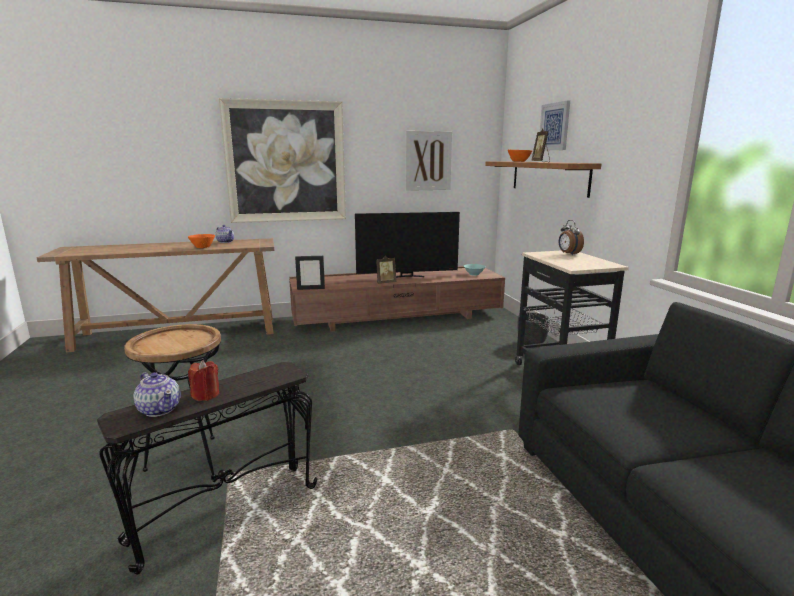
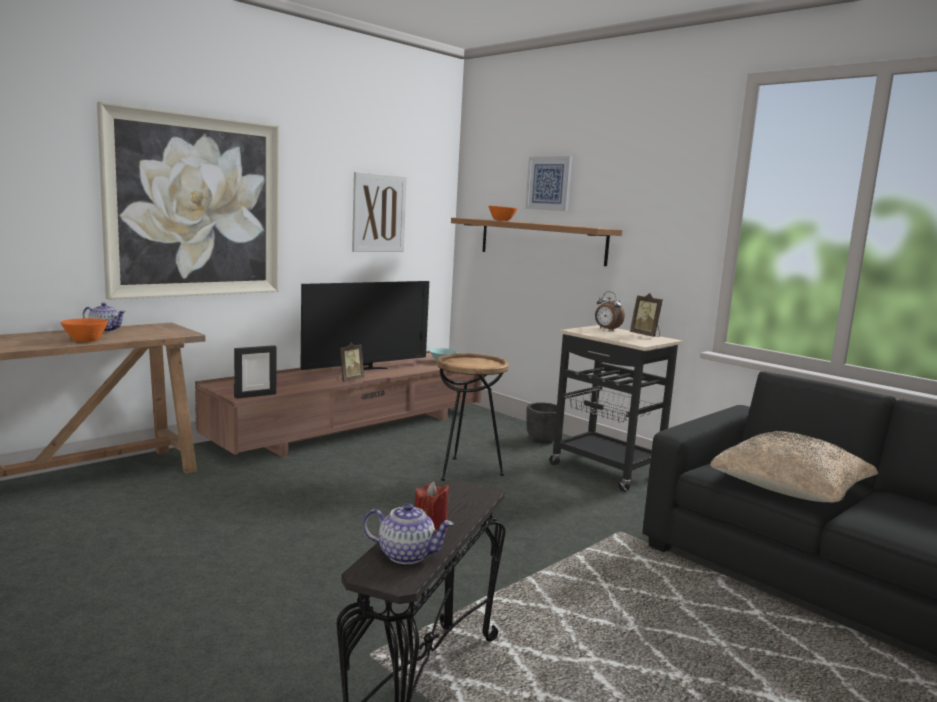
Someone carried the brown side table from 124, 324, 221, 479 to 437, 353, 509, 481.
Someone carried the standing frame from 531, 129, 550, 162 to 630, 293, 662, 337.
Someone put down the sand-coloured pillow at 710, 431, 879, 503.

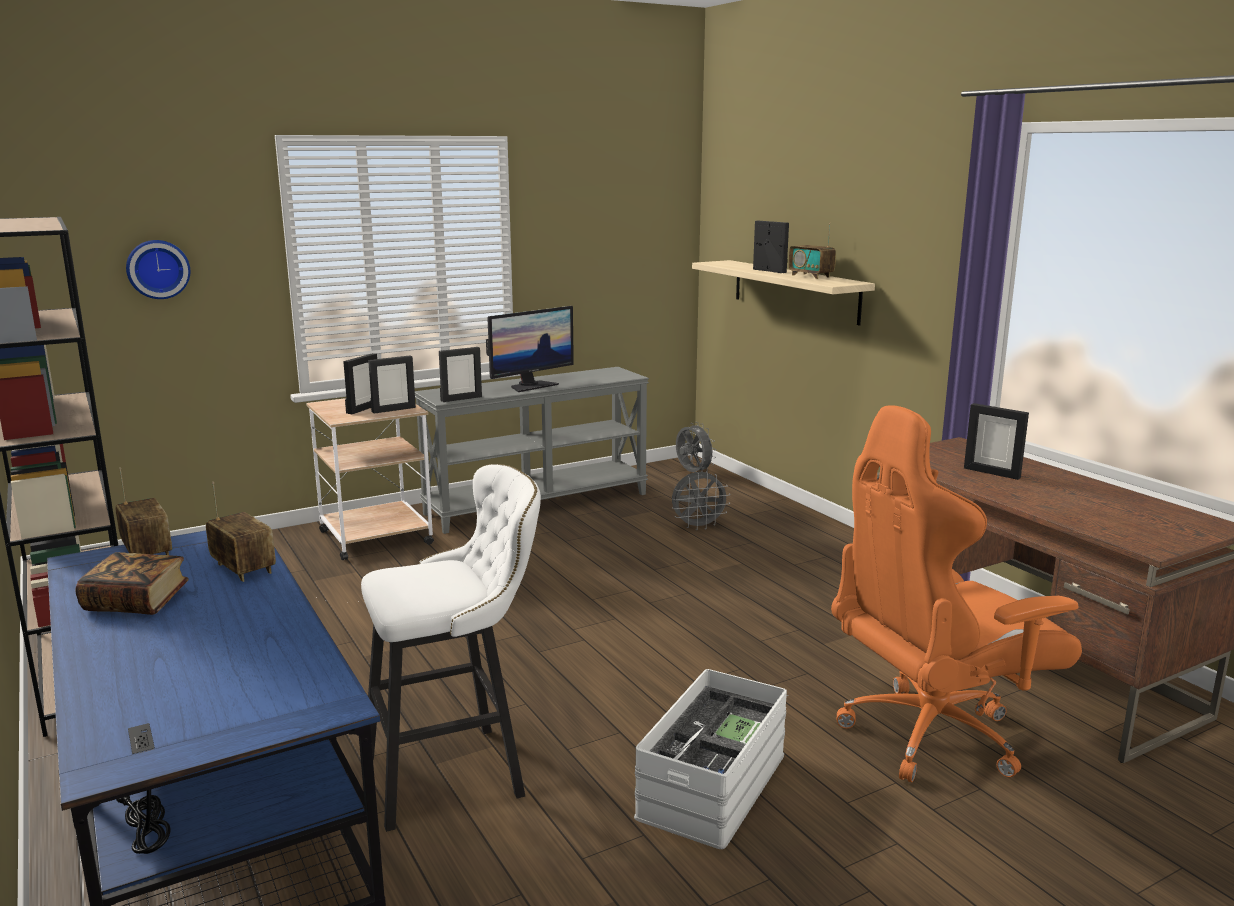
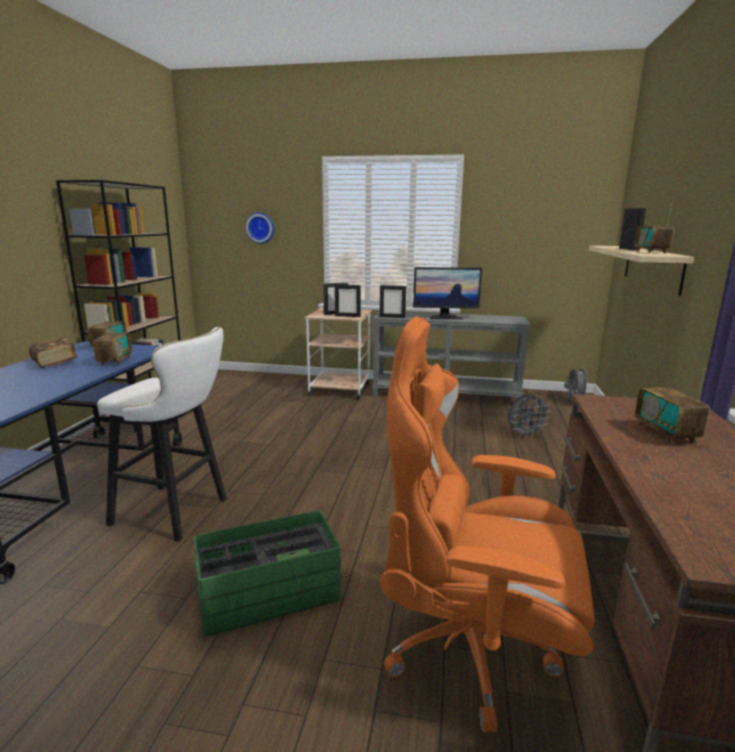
Someone repainted the white storage bin at 634, 669, 788, 849, which became the green-coloured storage bin at 194, 510, 342, 636.
Someone rotated the gray fan at 672, 471, 731, 530 by 45 degrees counterclockwise.
Someone swapped the standing frame at 964, 403, 1029, 480 for the radio receiver at 635, 368, 710, 445.

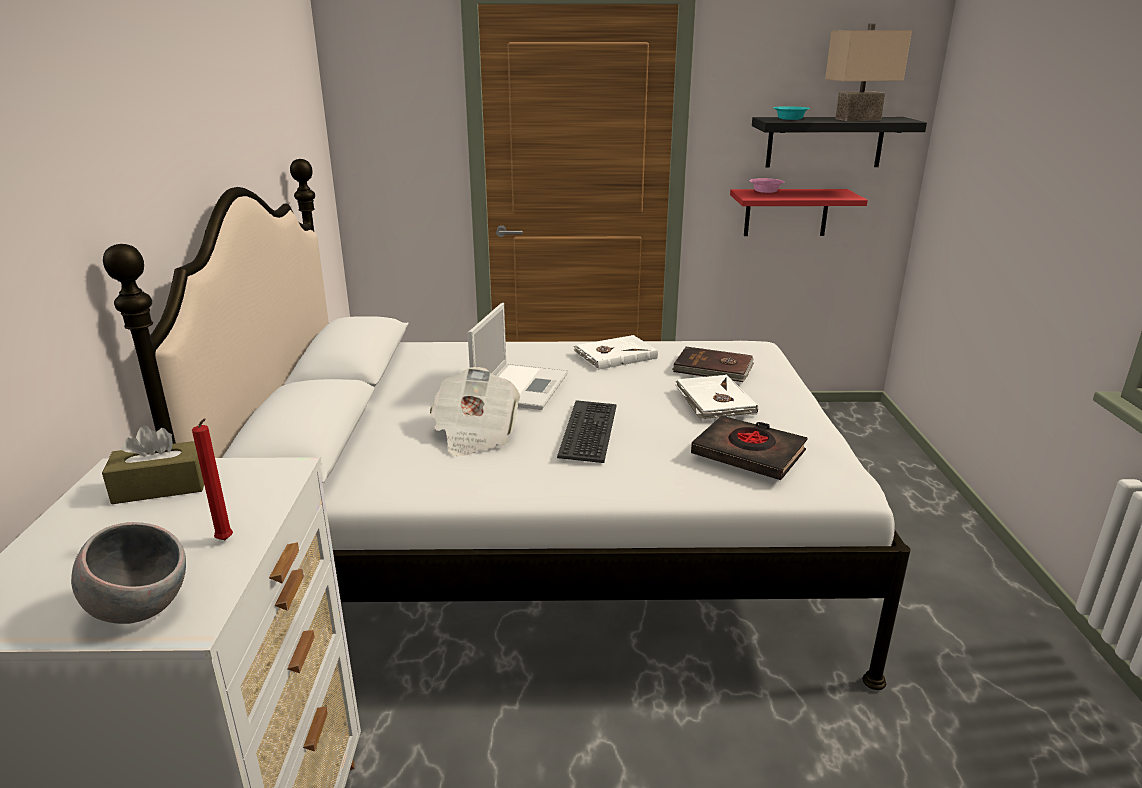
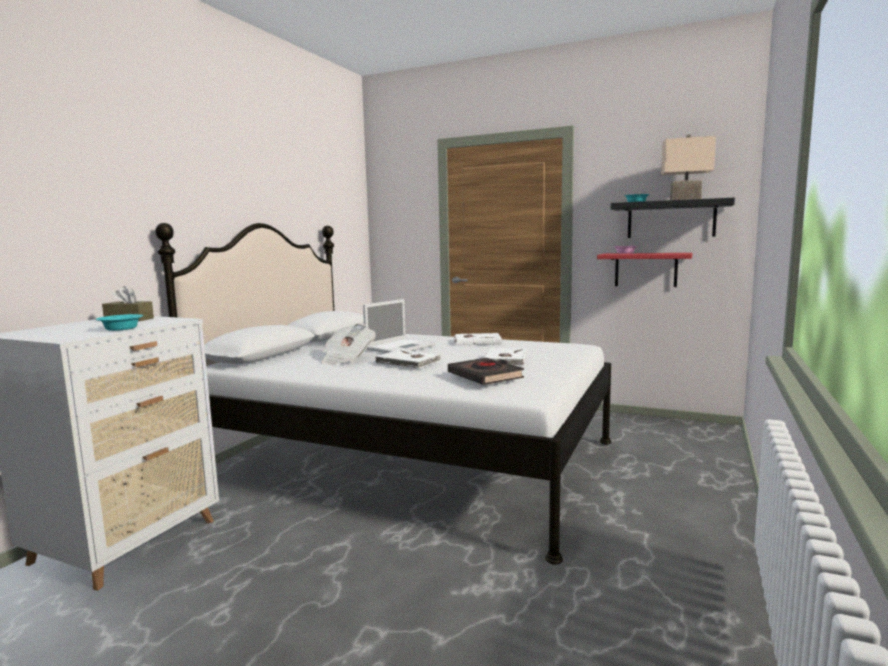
Someone took away the gray deep dish at 71, 522, 186, 624.
Someone swapped the reddish candle at 192, 418, 233, 540 for the turquoise deep dish at 96, 314, 143, 331.
Someone swapped the PC keyboard at 557, 400, 617, 463 for the white bound book at 376, 350, 440, 369.
Someone took away the brown bound book at 672, 347, 754, 382.

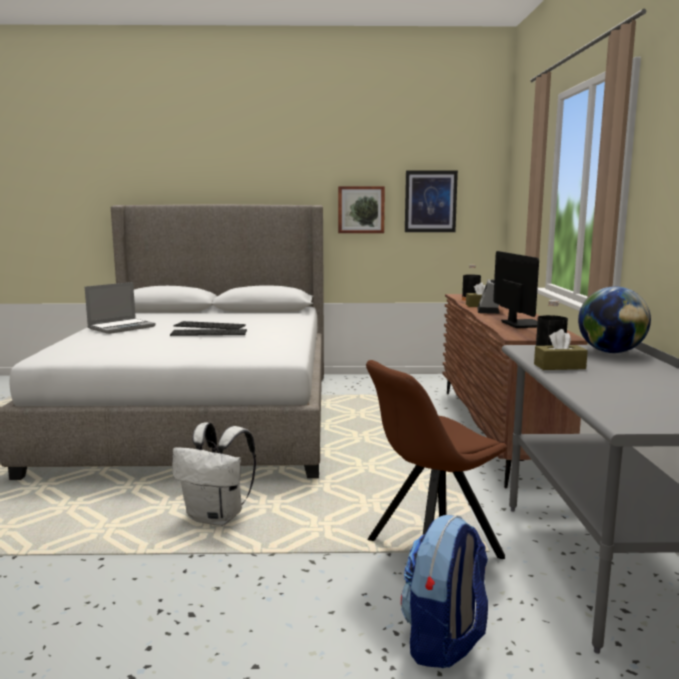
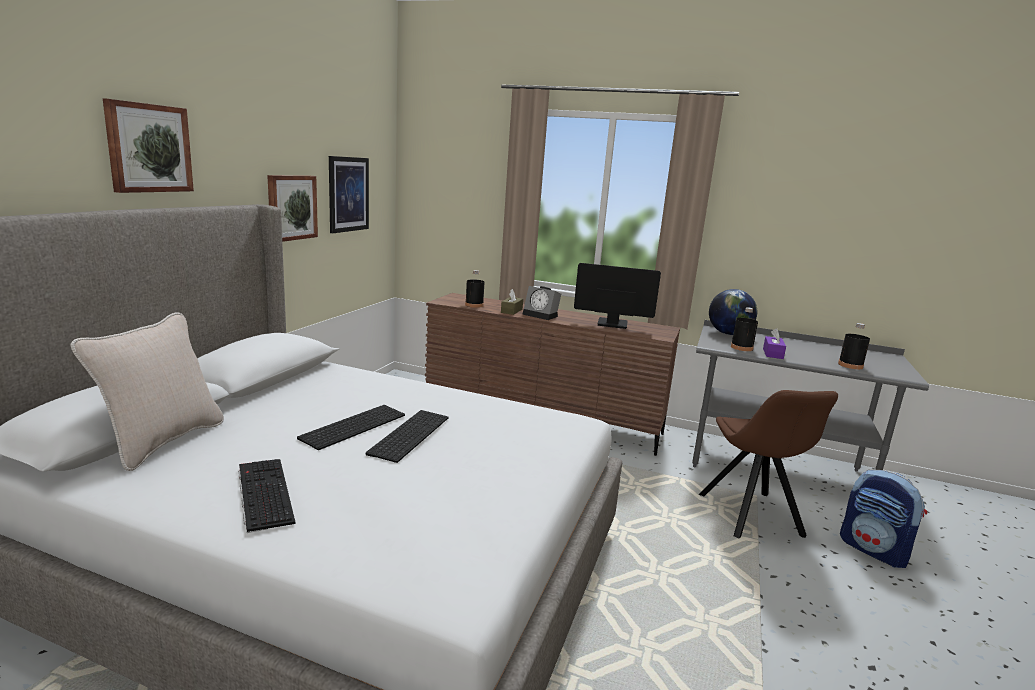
Someone swapped the notebook computer at 85, 282, 156, 334 for the PC keyboard at 238, 459, 295, 533.
Someone took away the white knapsack at 172, 422, 256, 526.
Someone repainted the brown tissue holder at 534, 329, 588, 370, which became the purple tissue holder at 763, 328, 786, 359.
Someone put down the sand-coloured pillow at 70, 312, 224, 471.
Someone put up the wall picture at 103, 98, 194, 193.
Someone put down the blackish bottle at 838, 323, 870, 369.

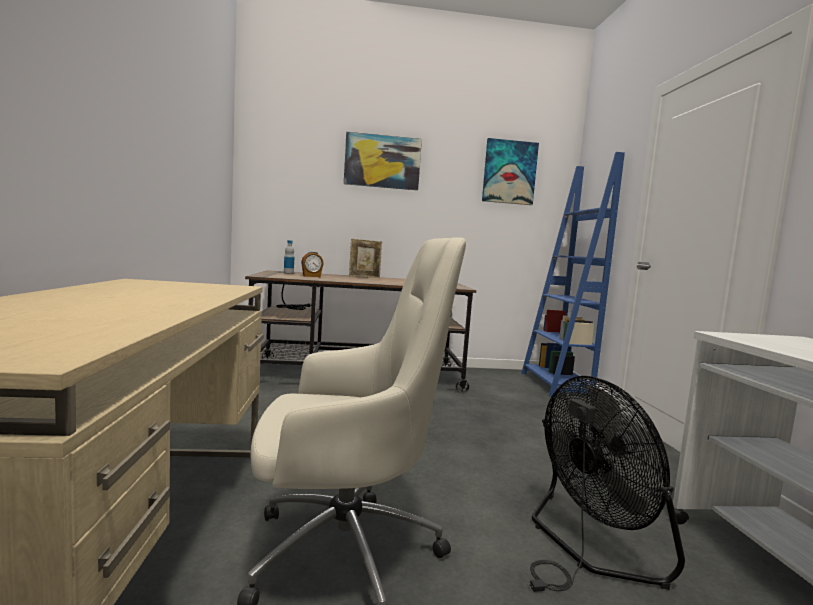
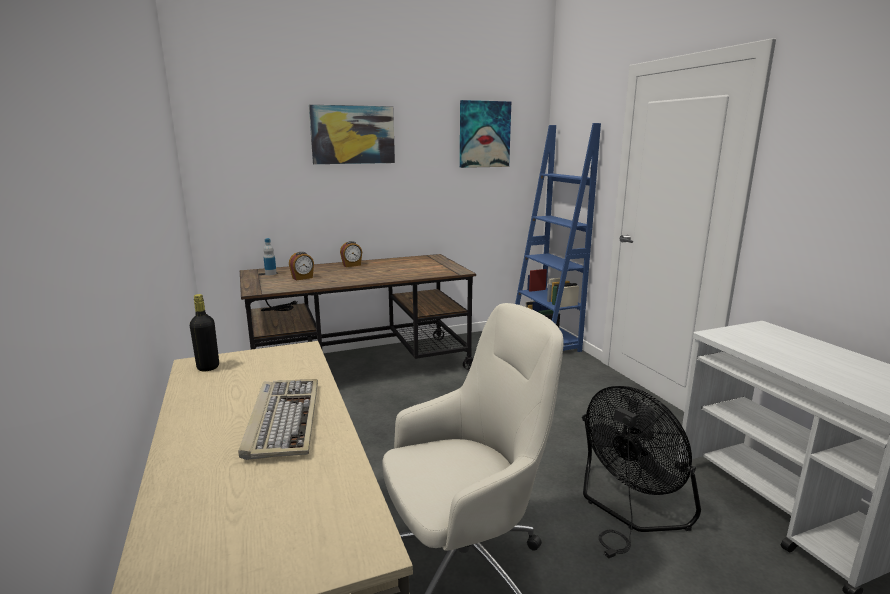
Someone swapped the standing frame at 349, 239, 382, 278 for the alarm clock at 340, 241, 362, 267.
Someone put down the blackish bottle at 190, 294, 219, 371.
Someone put down the PC keyboard at 238, 379, 318, 460.

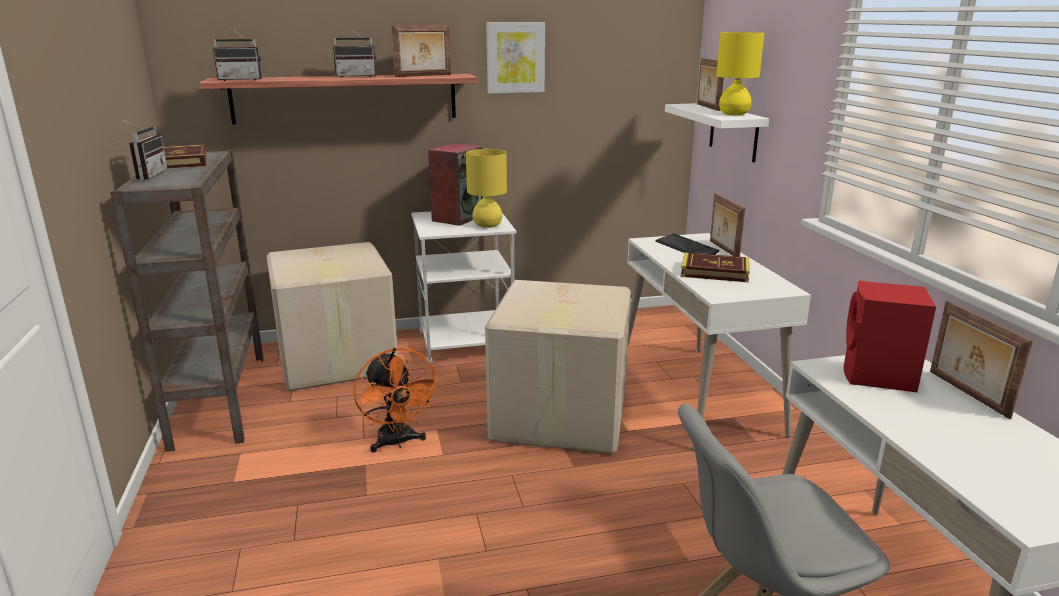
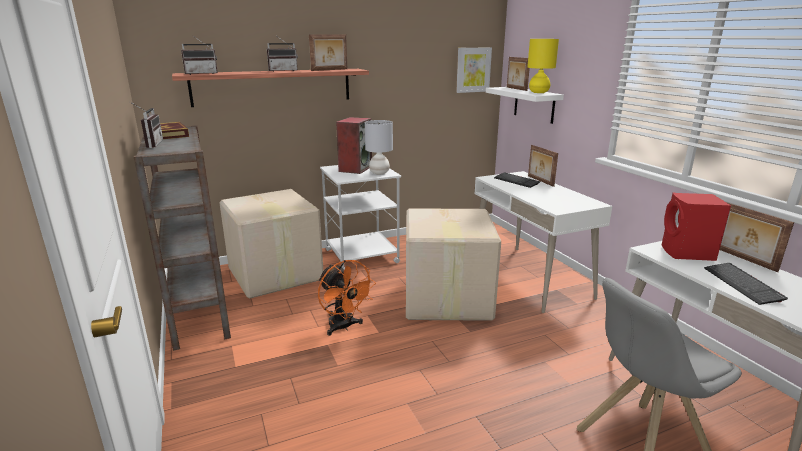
Someone repainted the yellow-coloured tabletop lamp at 466, 149, 507, 228, which became the gray tabletop lamp at 365, 120, 393, 175.
Someone carried the wall picture from 486, 22, 545, 93 to 456, 48, 492, 93.
Someone took away the bound book at 681, 253, 750, 282.
Someone put down the PC keyboard at 704, 263, 788, 305.

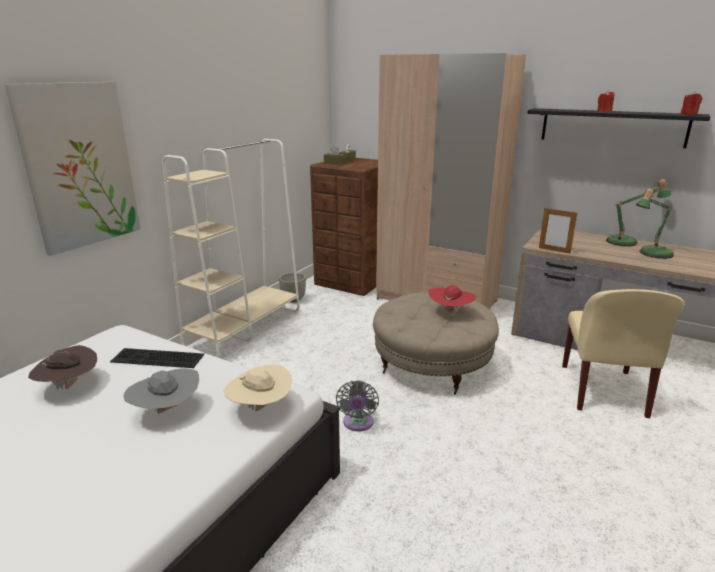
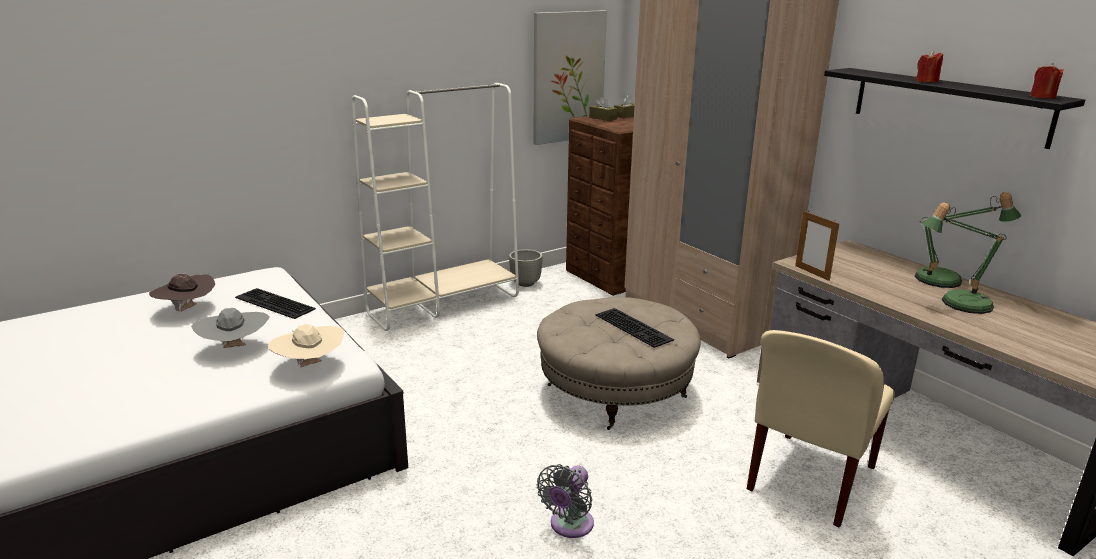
Someone carried the wall picture from 5, 82, 140, 256 to 534, 10, 607, 145.
Someone carried the gray fan from 336, 380, 379, 431 to 537, 464, 594, 538.
Someone swapped the reddish wearable hat at 429, 285, 476, 315 for the PC keyboard at 596, 308, 674, 348.

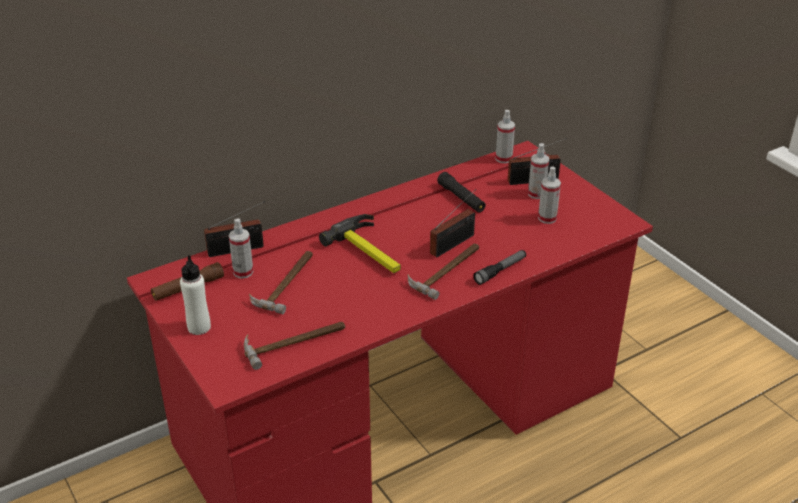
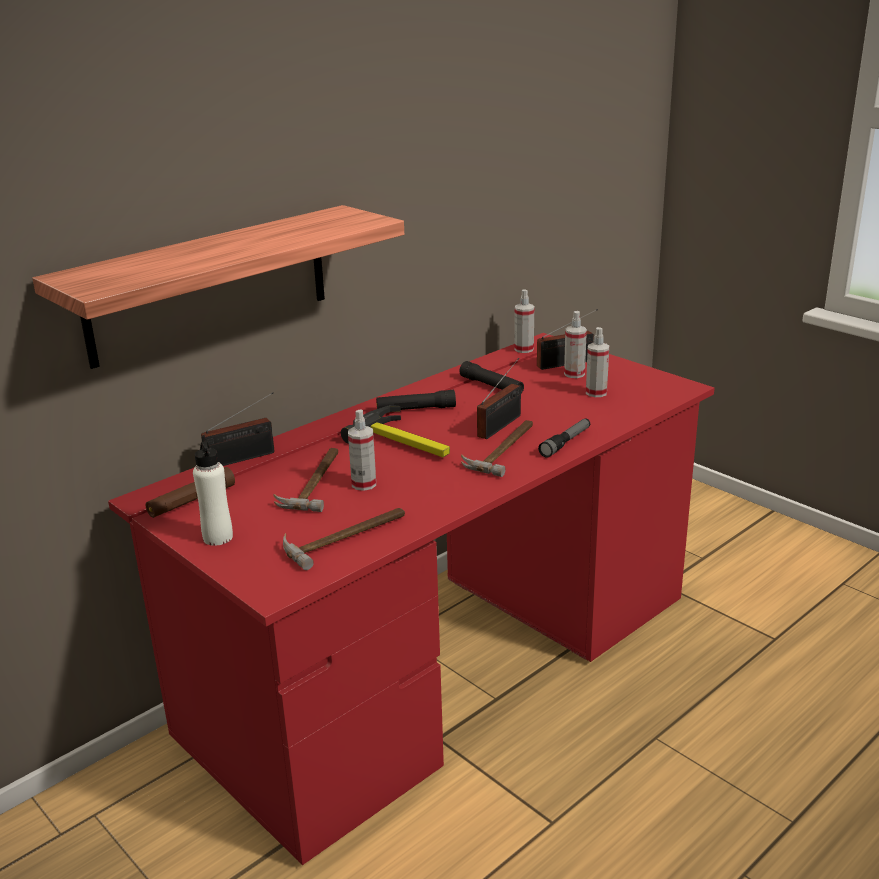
Someone carried the hand sprayer from 229, 218, 254, 279 to 348, 409, 376, 491.
Someone put up the wall shelf at 32, 205, 404, 369.
Someone put down the blackish flashlight at 376, 390, 456, 410.

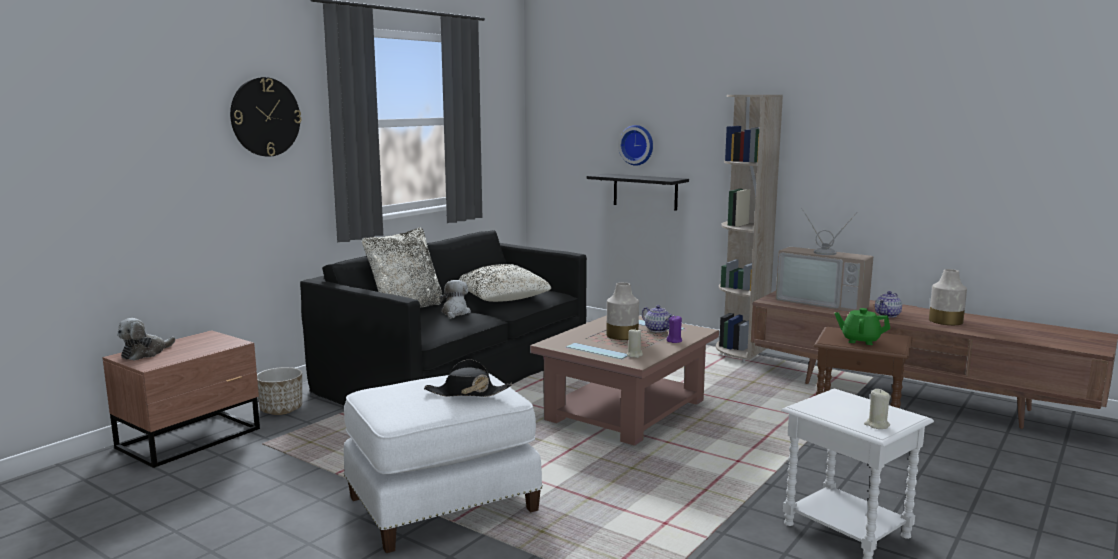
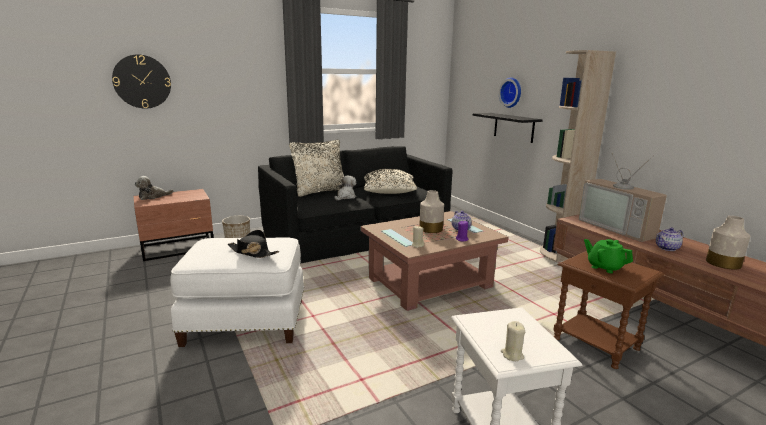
Someone carried the clock on the wall from 230, 77, 302, 157 to 112, 54, 171, 109.

